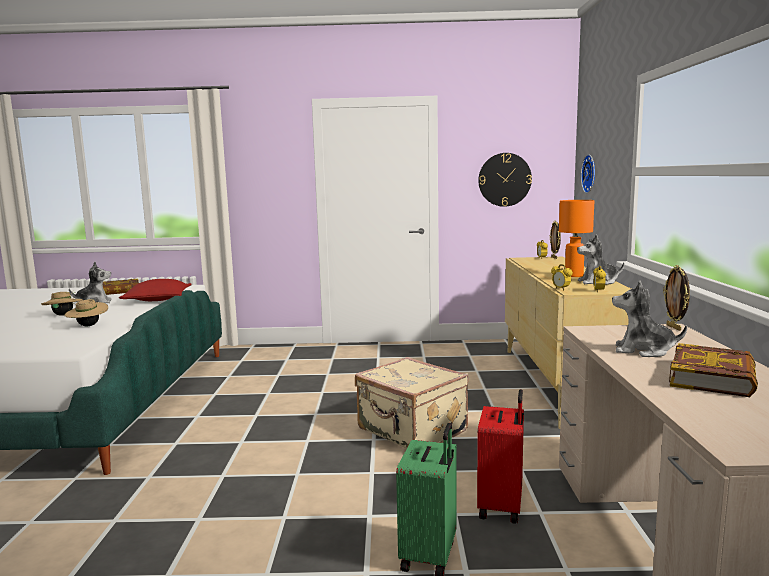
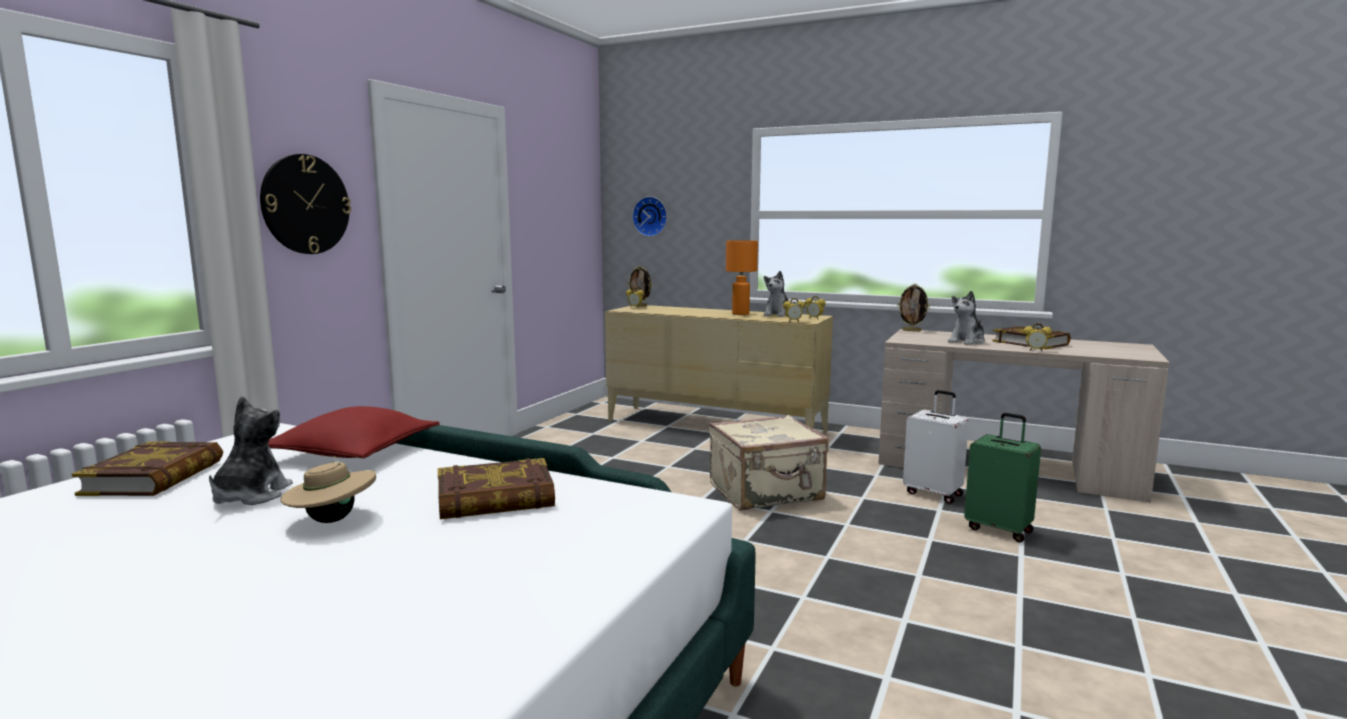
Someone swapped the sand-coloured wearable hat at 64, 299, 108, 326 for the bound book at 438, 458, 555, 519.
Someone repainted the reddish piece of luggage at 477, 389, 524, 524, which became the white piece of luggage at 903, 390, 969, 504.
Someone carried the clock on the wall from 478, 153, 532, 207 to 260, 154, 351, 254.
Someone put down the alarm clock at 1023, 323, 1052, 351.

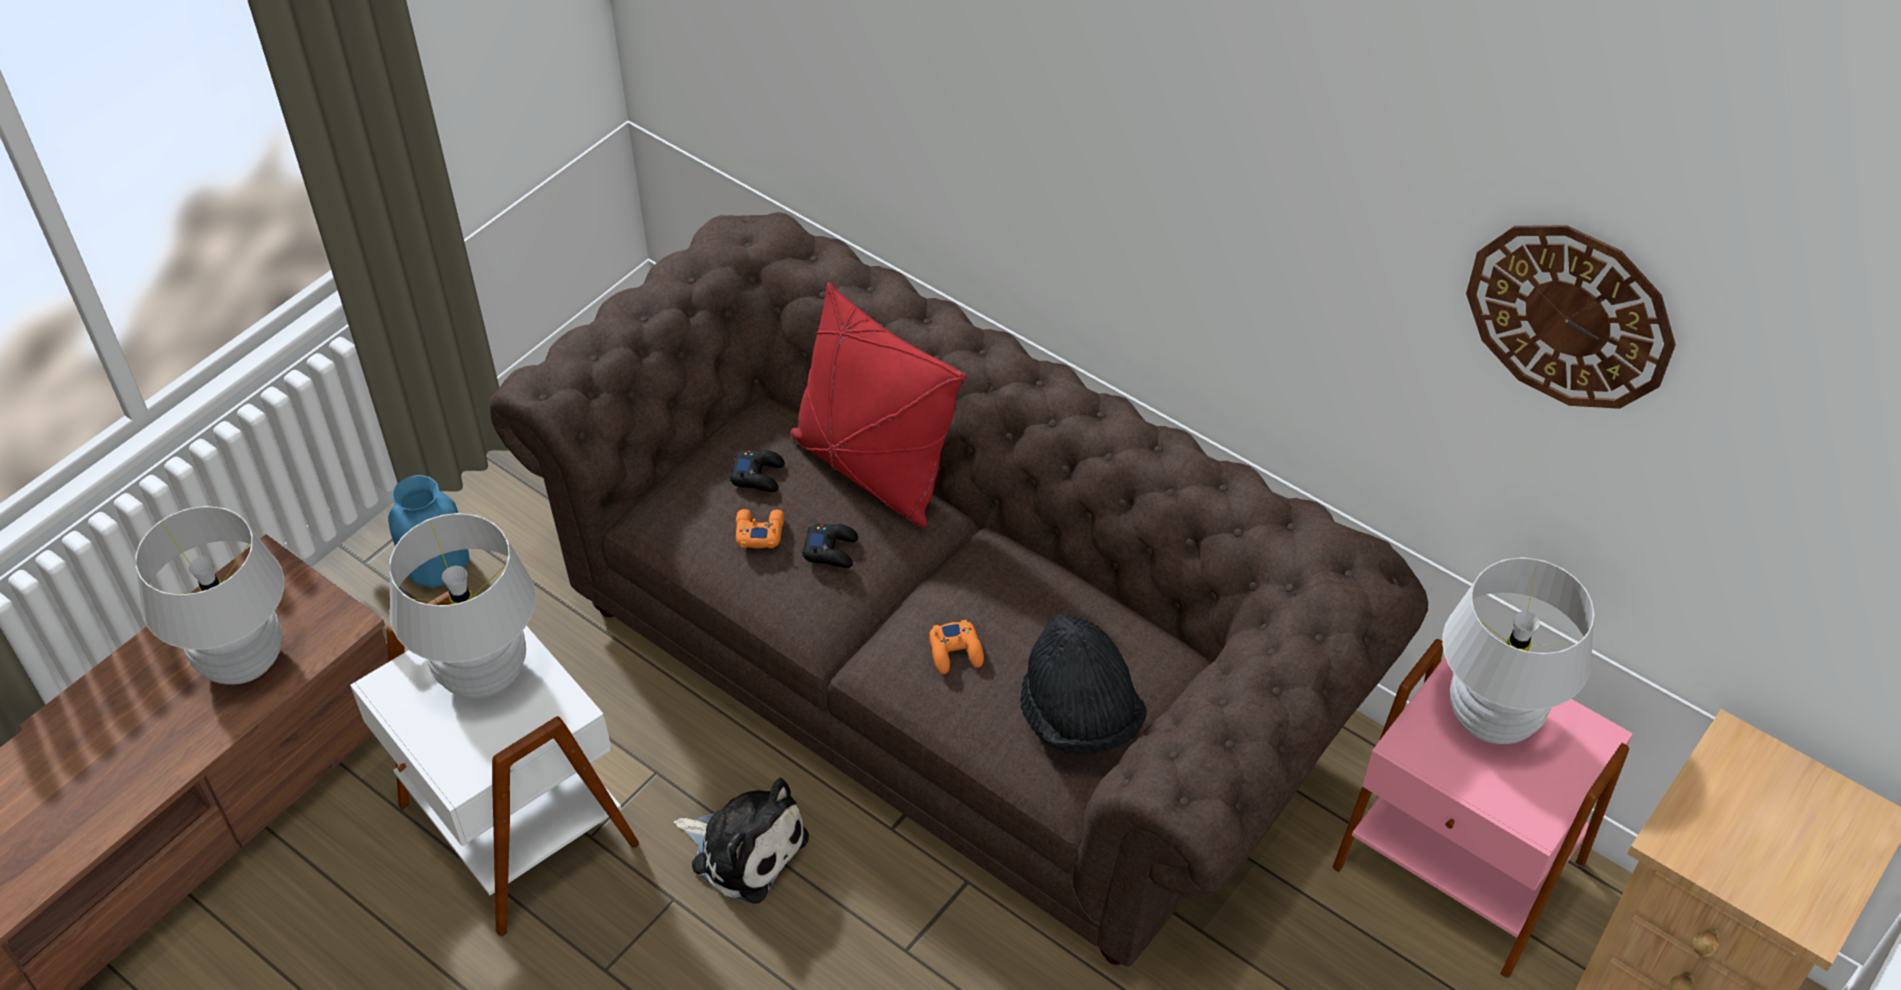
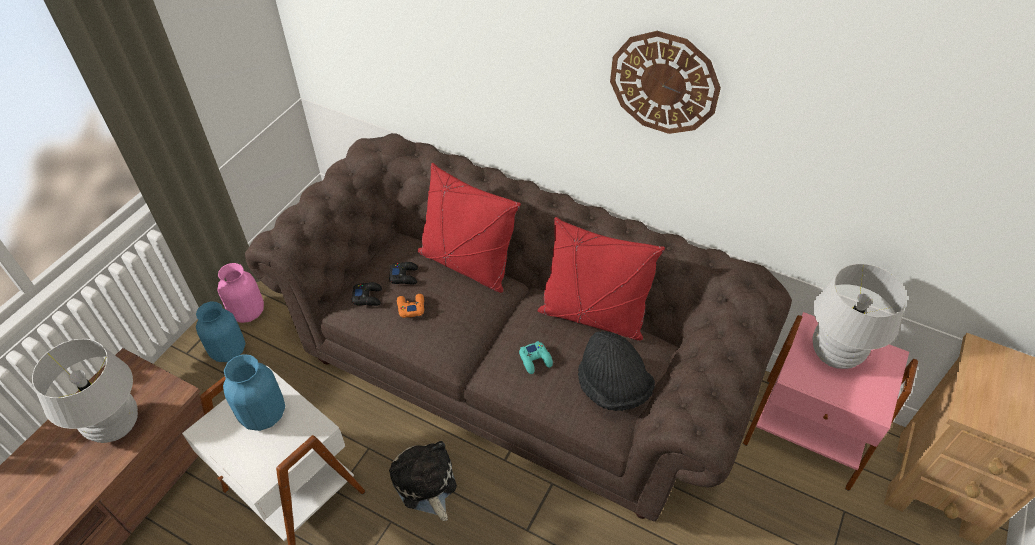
Someone swapped the white tabletop lamp at 389, 513, 536, 698 for the blue decorative vase at 223, 354, 285, 431.
Someone rotated the cuddly toy at 674, 778, 809, 904 by 135 degrees counterclockwise.
Someone carried the blackish joypad from 802, 524, 858, 568 to 351, 282, 382, 306.
Someone repainted the orange-coloured joypad at 929, 620, 984, 674, which became the turquoise joypad at 519, 341, 553, 374.
Someone carried the clock on the wall from 1466, 225, 1676, 409 to 610, 31, 721, 134.
Someone put down the pinkish decorative vase at 218, 263, 264, 323.
Someone put down the reddish pillow at 537, 217, 665, 341.

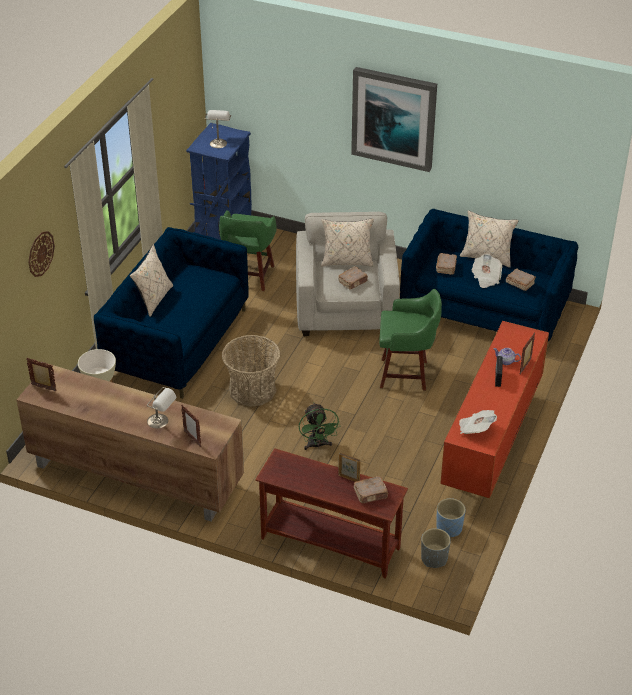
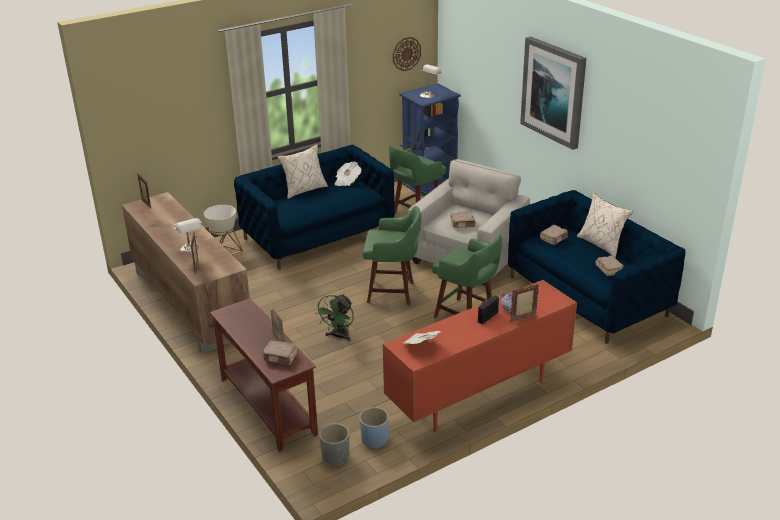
Someone carried the clock on the wall from 29, 231, 55, 277 to 393, 37, 421, 71.
Someone took away the storage basket at 222, 335, 281, 407.
Someone took away the sand-coloured pillow at 321, 218, 374, 267.
Someone carried the printed paper from 471, 254, 503, 288 to 335, 162, 361, 186.
Someone put down the green-coloured sitting stool at 363, 206, 422, 305.

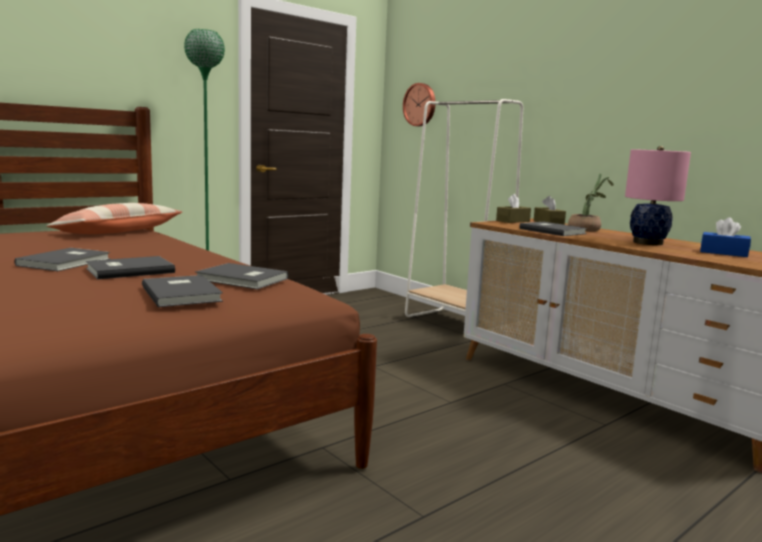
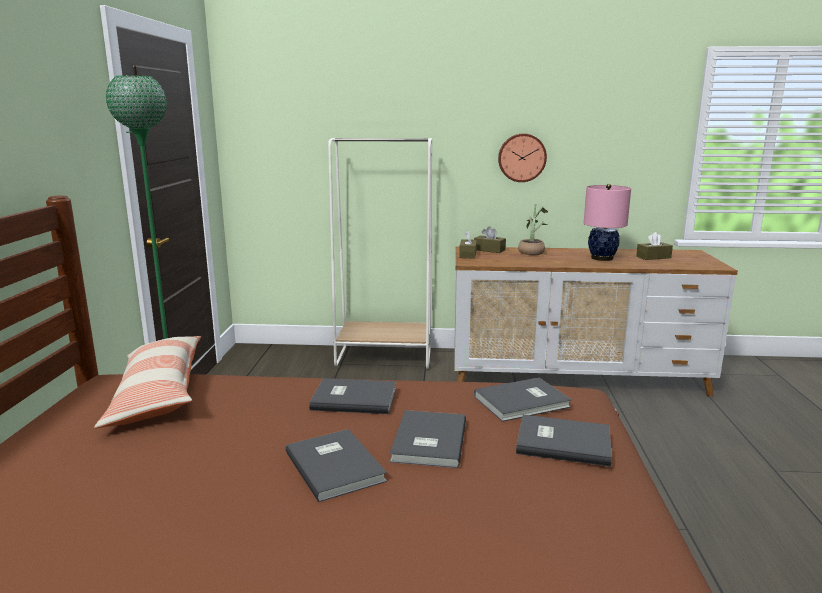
Someone carried the clock on the wall from 403, 83, 436, 126 to 498, 133, 547, 182.
Someone carried the gray bound book from 519, 222, 587, 236 to 309, 378, 396, 414.
Someone repainted the blue tissue holder at 700, 217, 751, 257, which became the brown tissue holder at 636, 232, 673, 260.

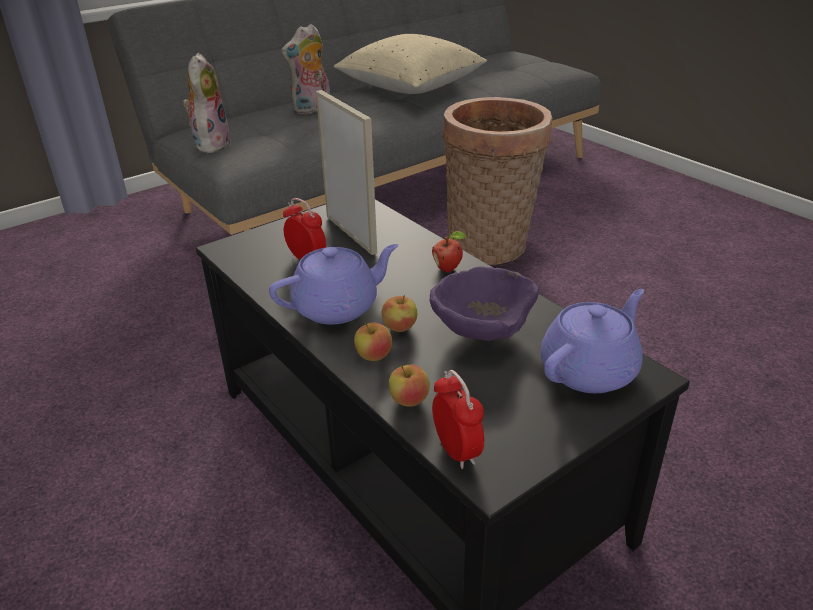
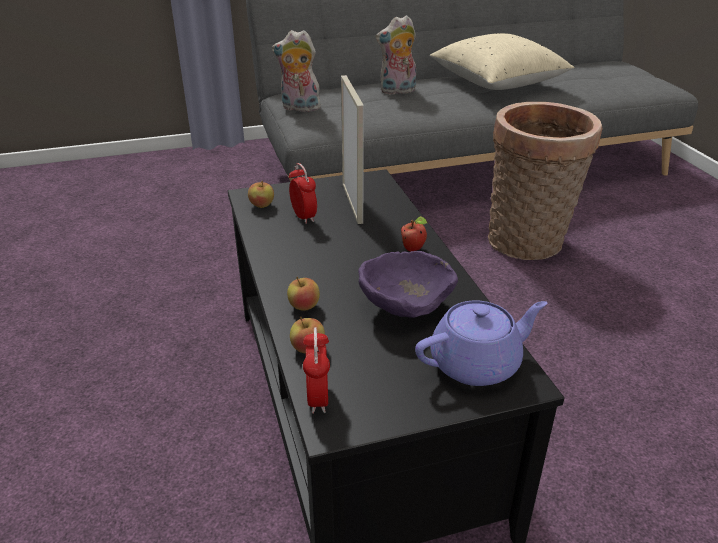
Someone rotated the cuddly toy at 183, 53, 231, 153 by 105 degrees counterclockwise.
Someone took away the purple teapot at 269, 244, 399, 324.
Someone carried the apple from 382, 295, 417, 332 to 248, 181, 274, 208.

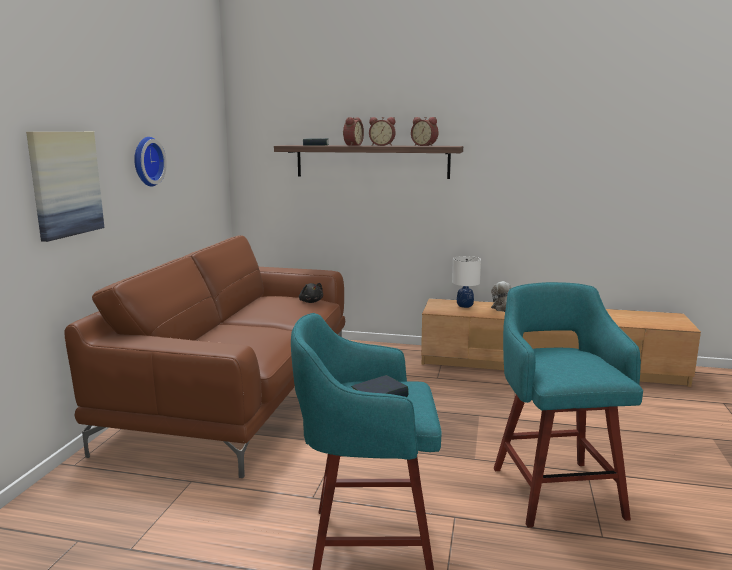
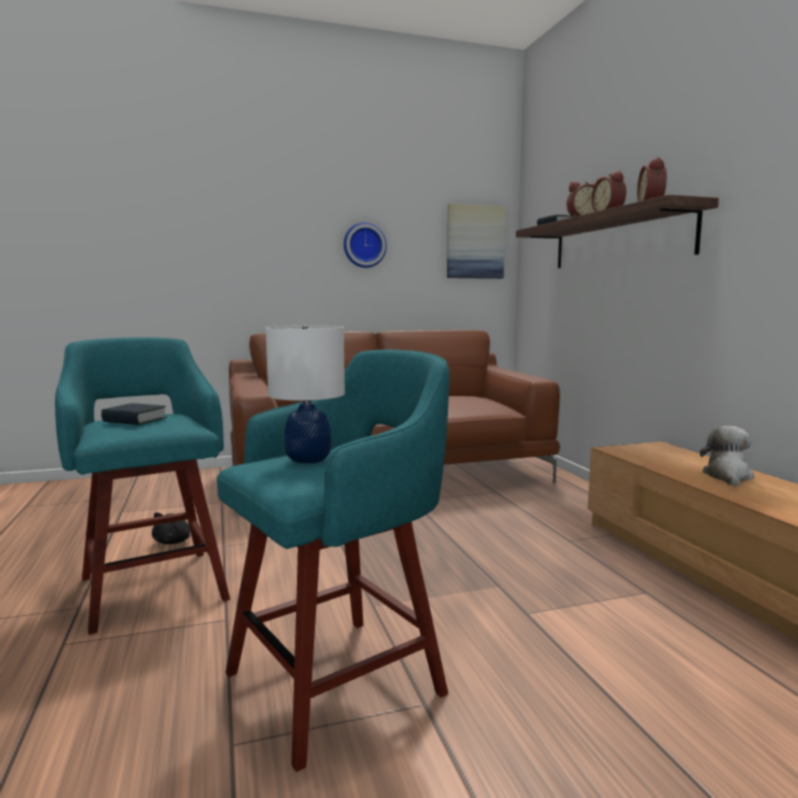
Someone carried the wall picture from 26, 132, 104, 242 to 447, 204, 506, 279.
Someone carried the blackish cuddly toy from 299, 283, 323, 303 to 152, 512, 190, 544.
Someone carried the white tabletop lamp from 452, 256, 481, 308 to 266, 325, 345, 464.

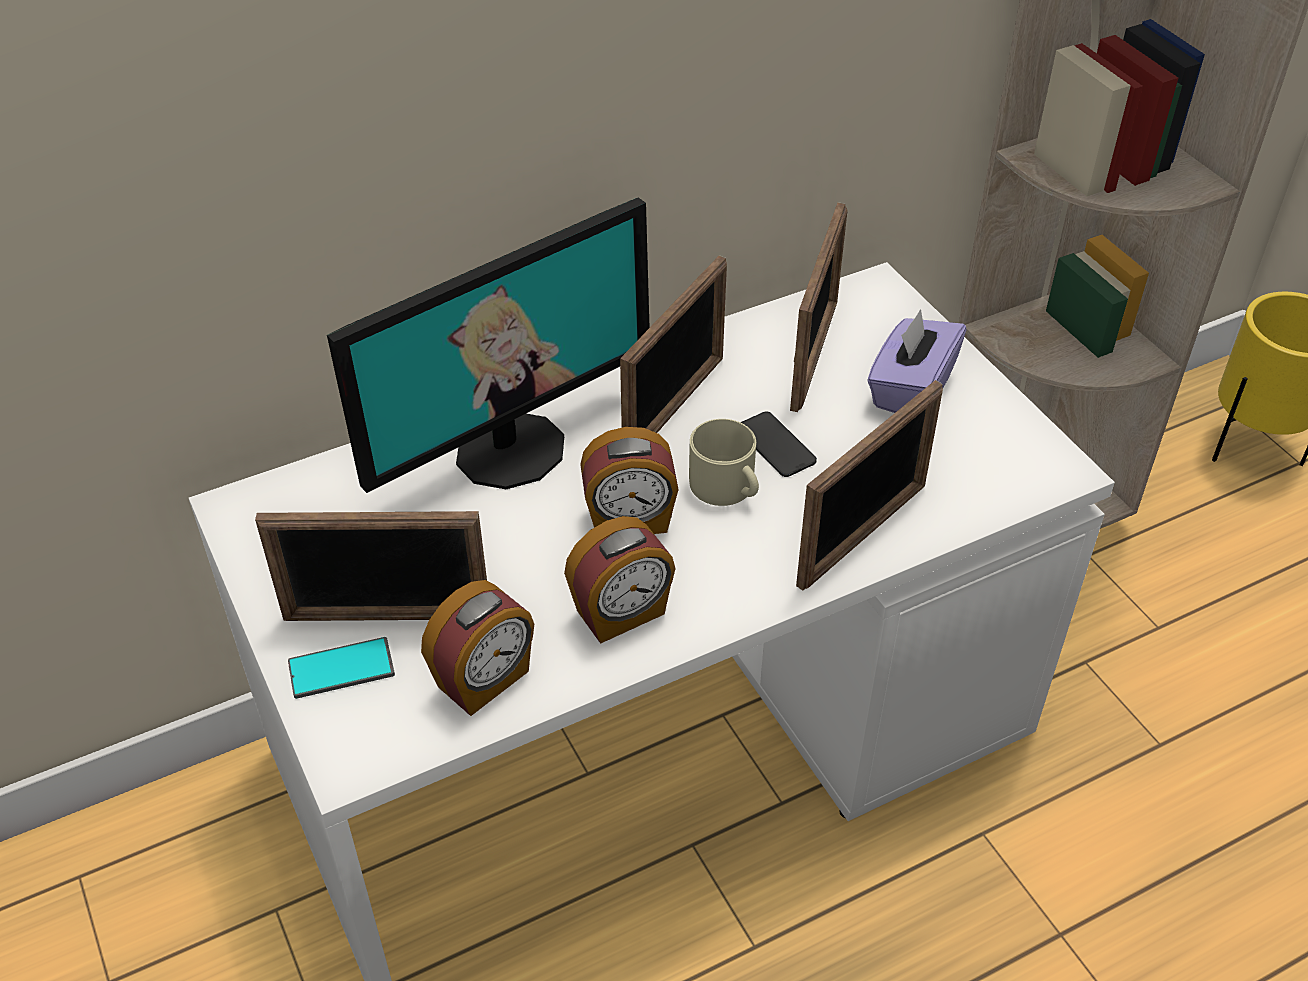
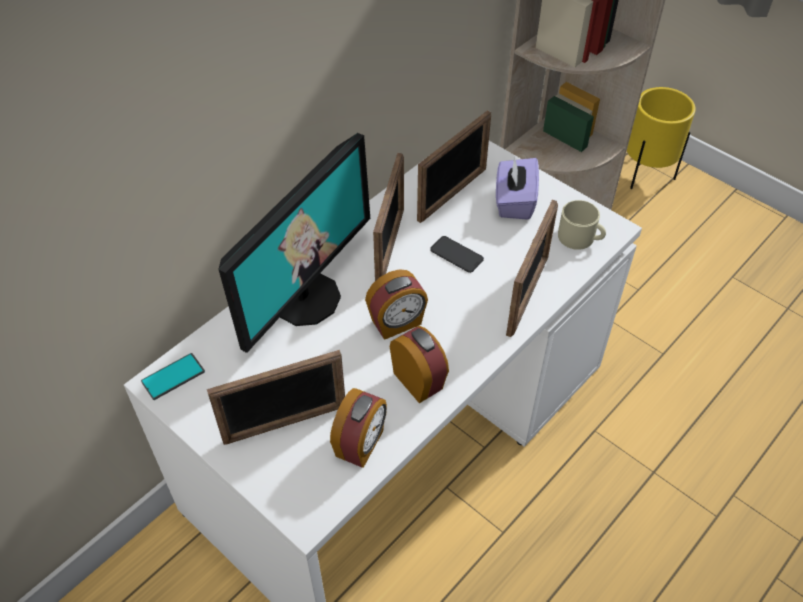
Someone carried the phone from 288, 637, 395, 699 to 141, 353, 205, 400.
Someone rotated the alarm clock at 564, 516, 675, 644 by 75 degrees counterclockwise.
Someone carried the sand-coloured tea mug from 689, 419, 759, 506 to 558, 200, 606, 250.
Someone rotated the standing frame at 790, 202, 848, 412 by 45 degrees clockwise.

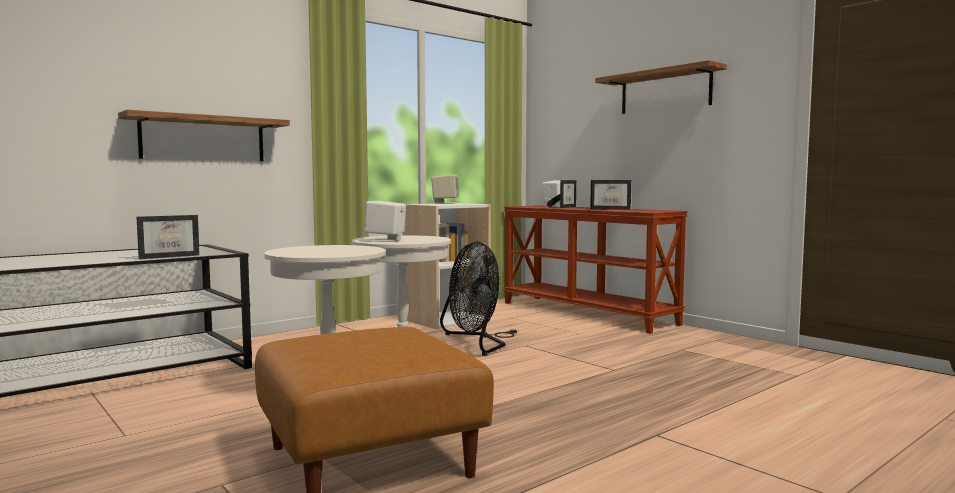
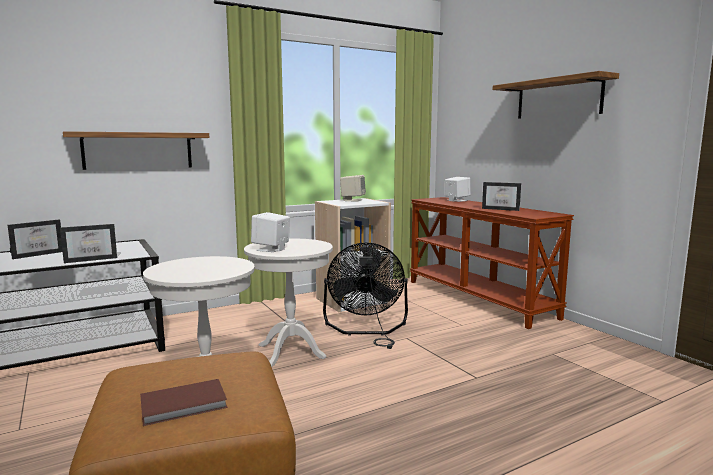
Someone rotated the blackish fan at 440, 241, 517, 356 by 105 degrees clockwise.
Someone carried the standing frame from 547, 180, 576, 208 to 8, 220, 62, 259.
Someone put down the brown bound book at 140, 379, 228, 426.

